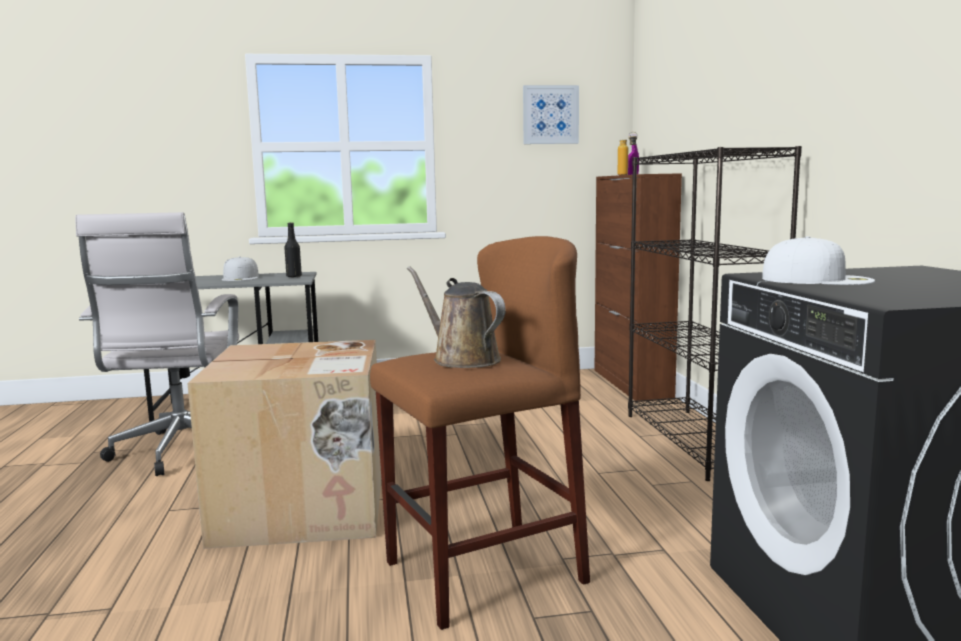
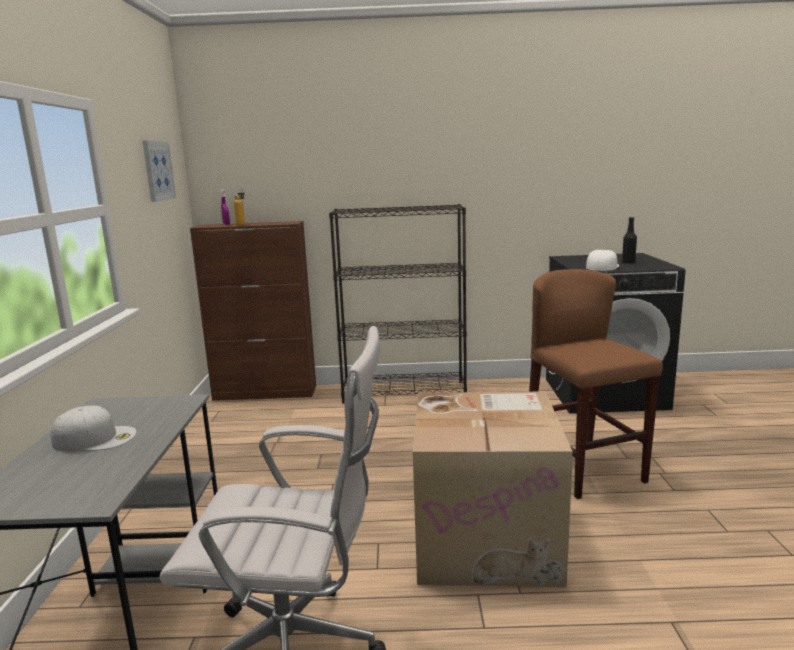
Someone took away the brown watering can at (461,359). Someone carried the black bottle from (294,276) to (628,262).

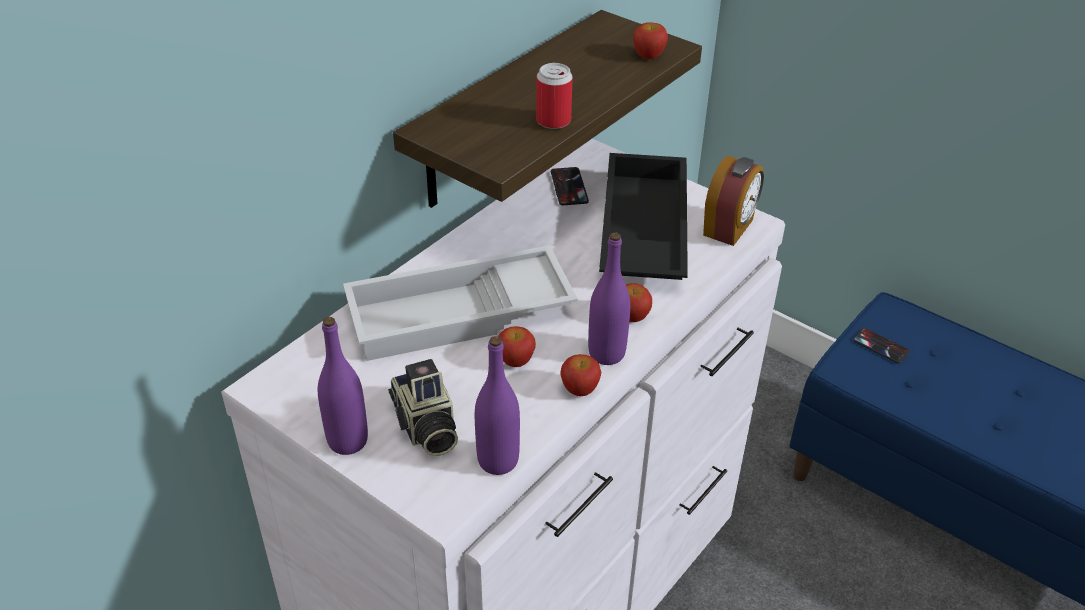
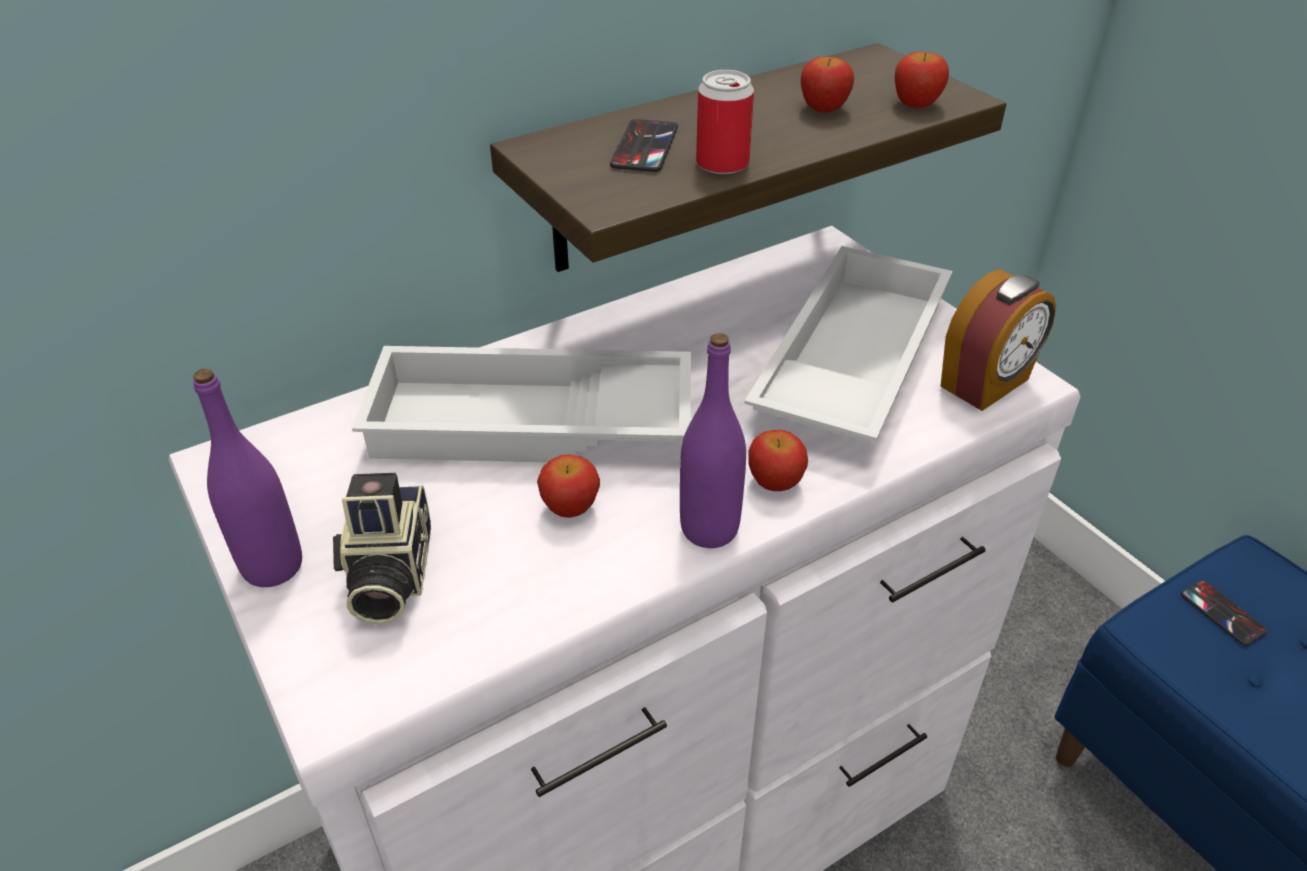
Someone took away the purple bottle at (498,460). Someone carried the phone from (569,187) to (644,147). Someone carried the apple from (579,389) to (823,108). Someone repainted the black tray at (640,230), which became the white tray at (848,360).

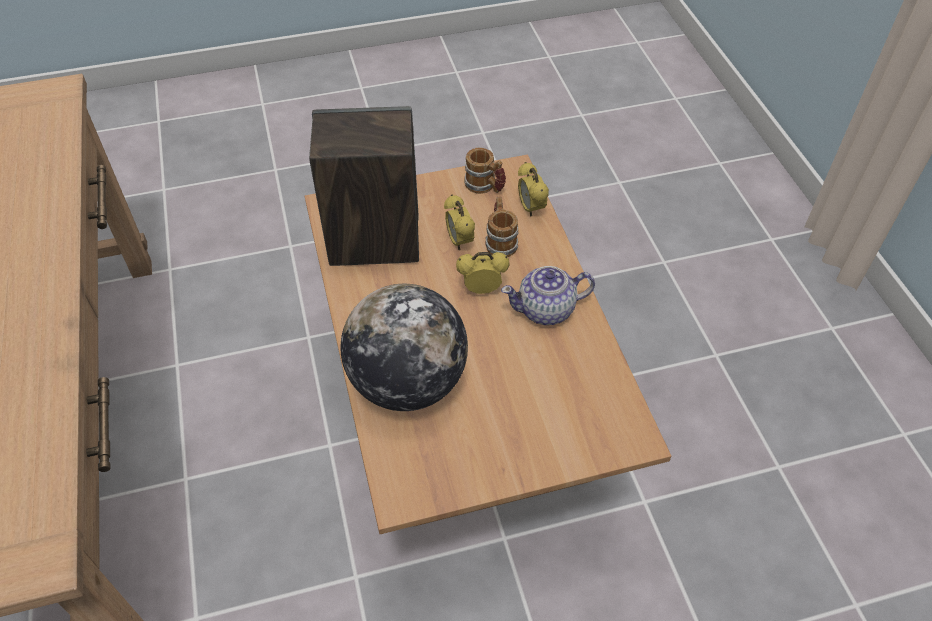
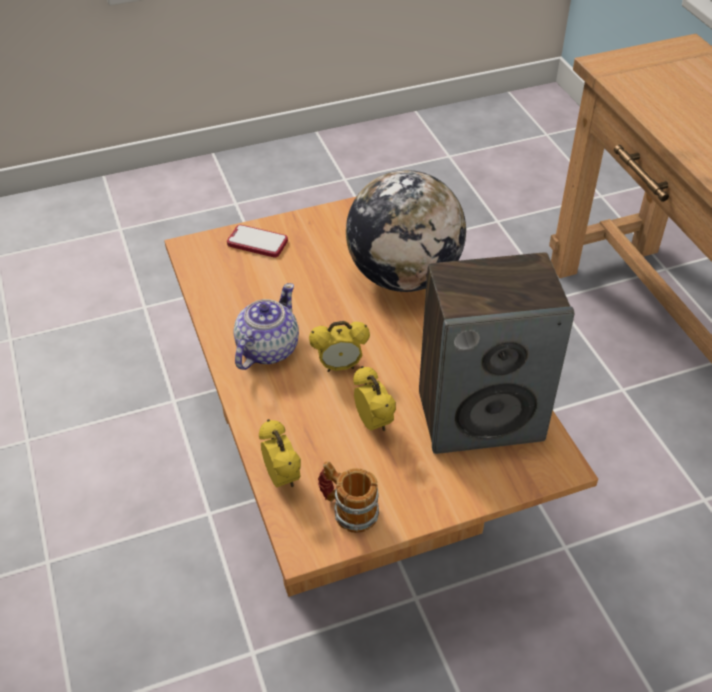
Someone took away the mug at (500,241). Someone put down the phone at (257,242). Someone rotated the teapot at (546,310) by 45 degrees counterclockwise.

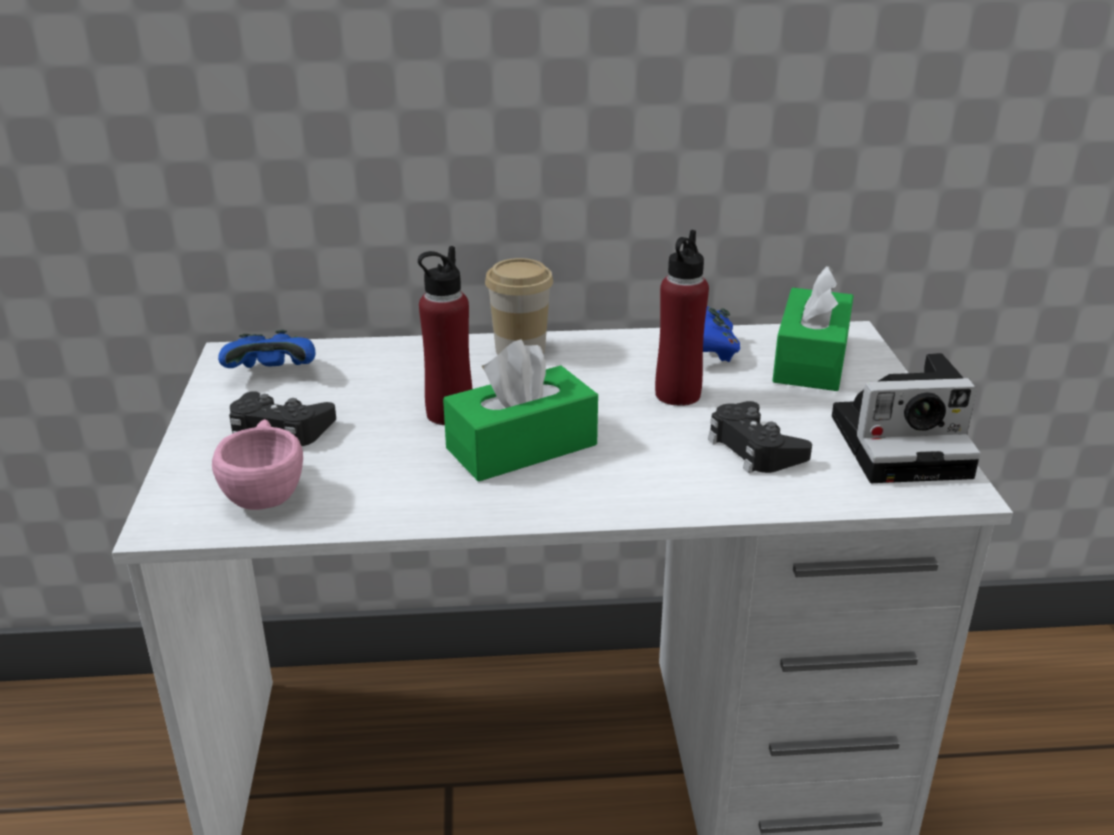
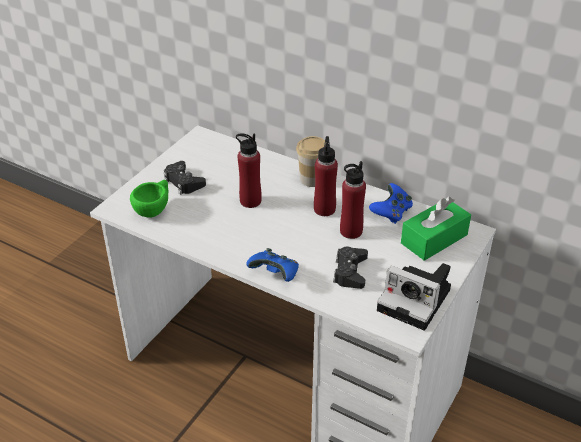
Someone took away the green tissue box at (521,447). Someone put down the red bottle at (324,209). Someone carried the blue game controller from (273,373) to (275,274). Someone repainted the pink cup at (265,492), which became the green cup at (154,209).

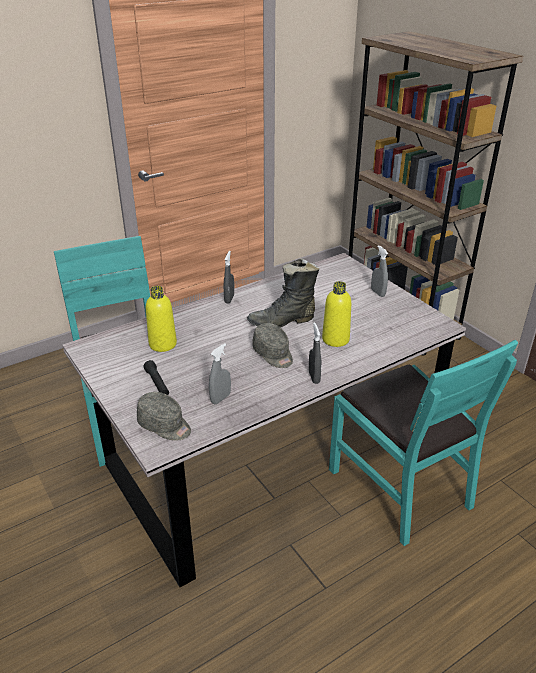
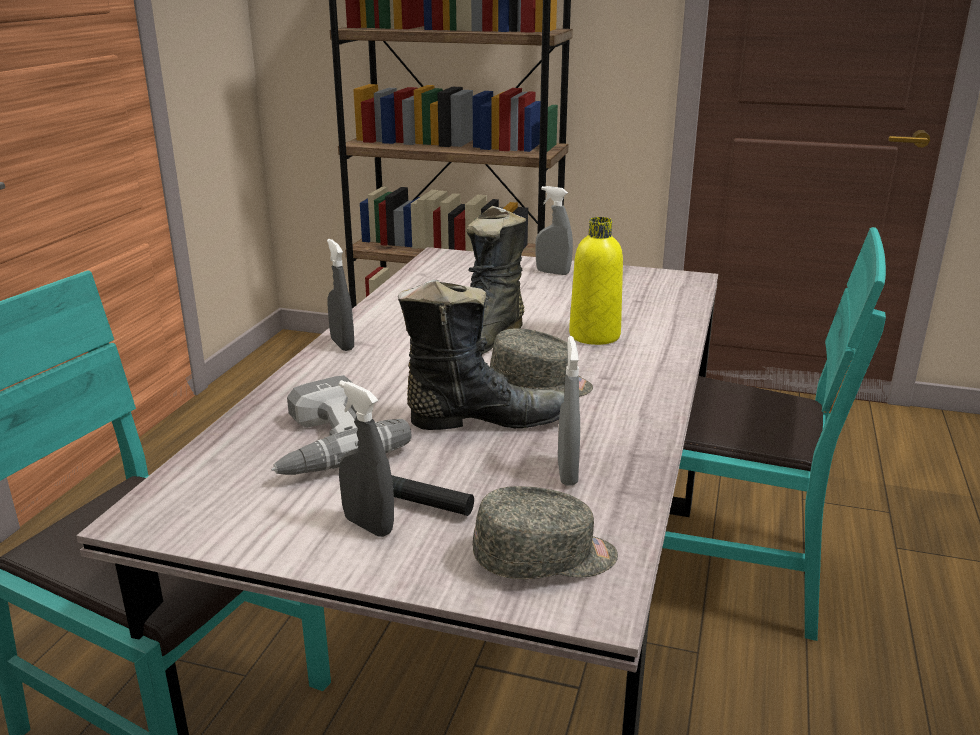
Someone put down the black boot at (485,420). Someone carried the grey spray bottle from (314,377) to (368,525). Someone swapped the yellow bottle at (163,344) for the power drill at (323,444).

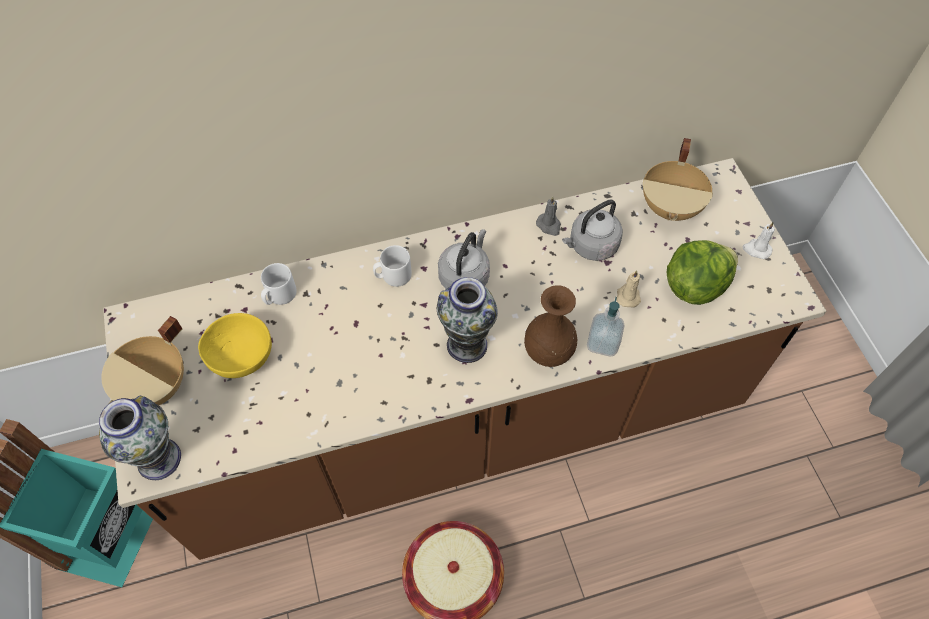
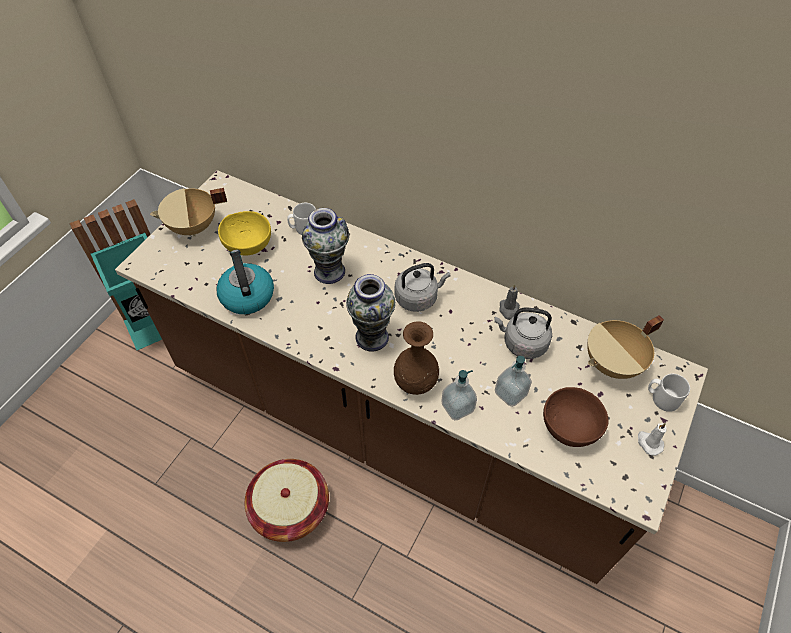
Someone put down the kettle at (247,295). Someone carried the vase from (158,458) to (329,271). Someone carried the white mug from (393,276) to (662,398). Someone swapped the beige candle at (627,296) for the soap dispenser at (510,393). Someone swapped the lettuce at (694,286) for the brown bowl at (568,426).

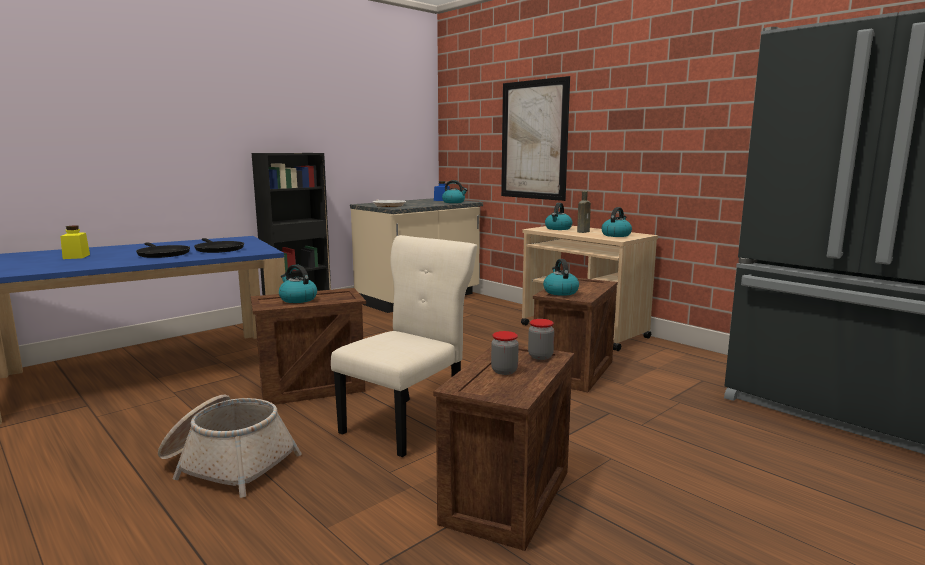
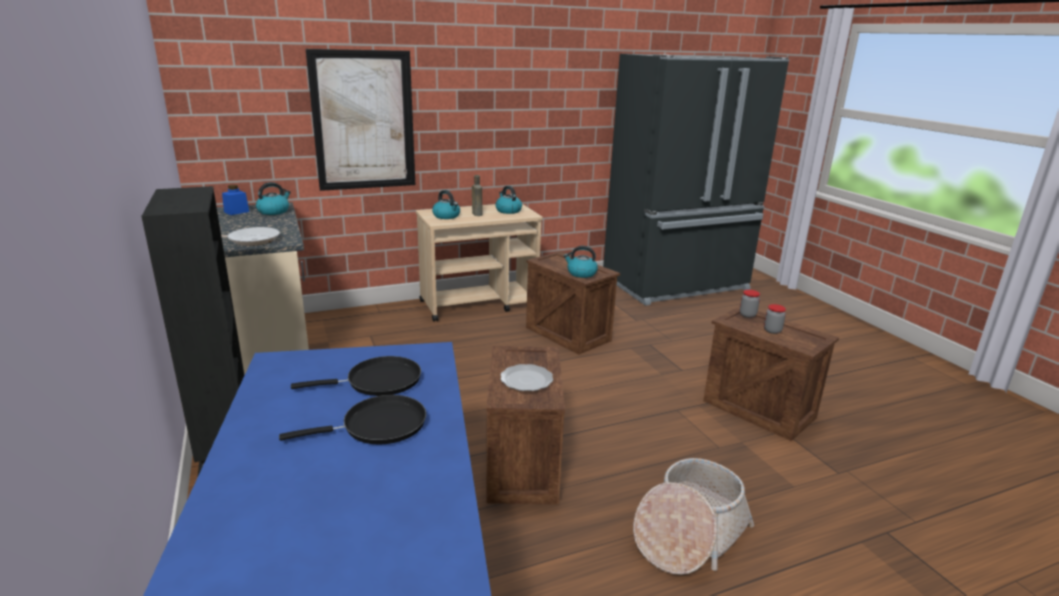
Someone took away the yellow jar at (76,256). Someone took away the beige chair at (408,423). Someone swapped the kettle at (297,299) for the plate at (527,380).

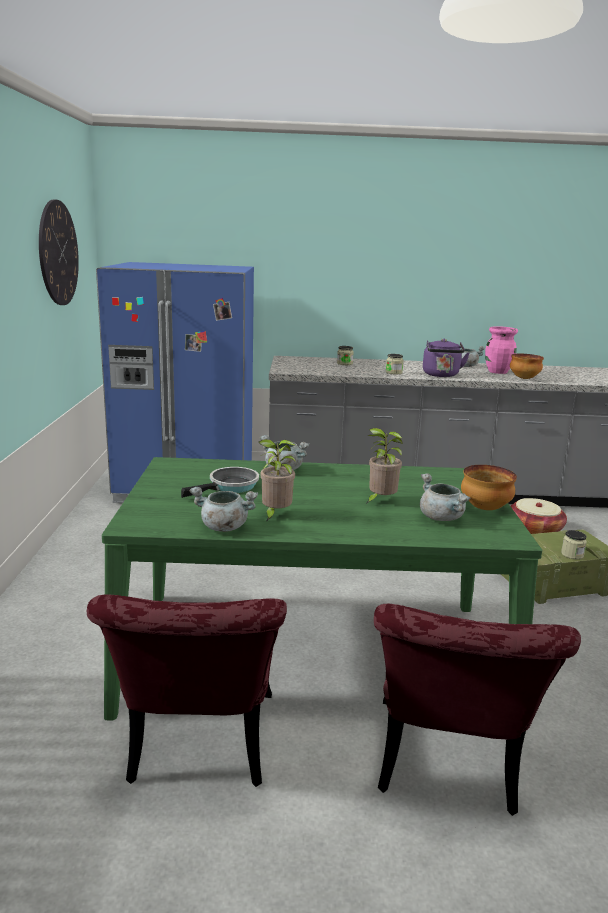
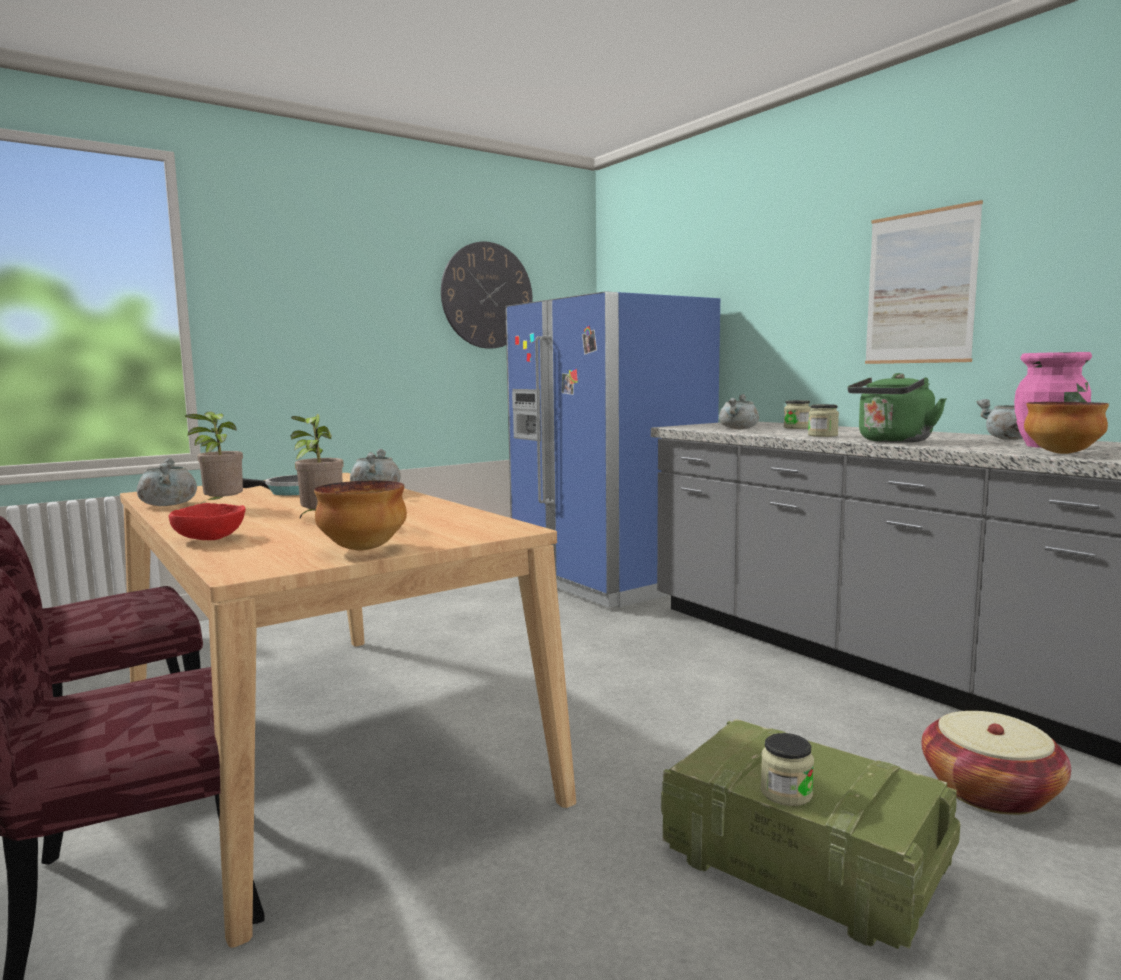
Someone put down the red bowl at (209,539). Someone put up the picture at (920,288). Someone carried the grey cooking pot from (442,518) to (739,429). Someone repainted the green dining table at (312,655), which became the beige dining table at (319,739). Someone repainted the purple kettle at (441,375), which became the green kettle at (892,441).

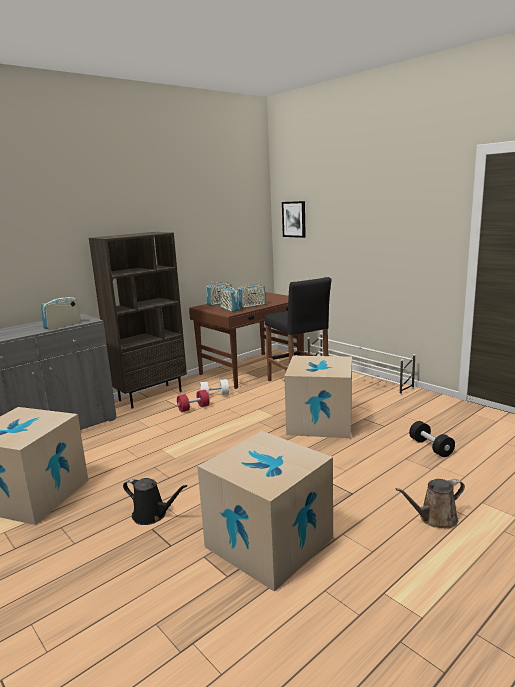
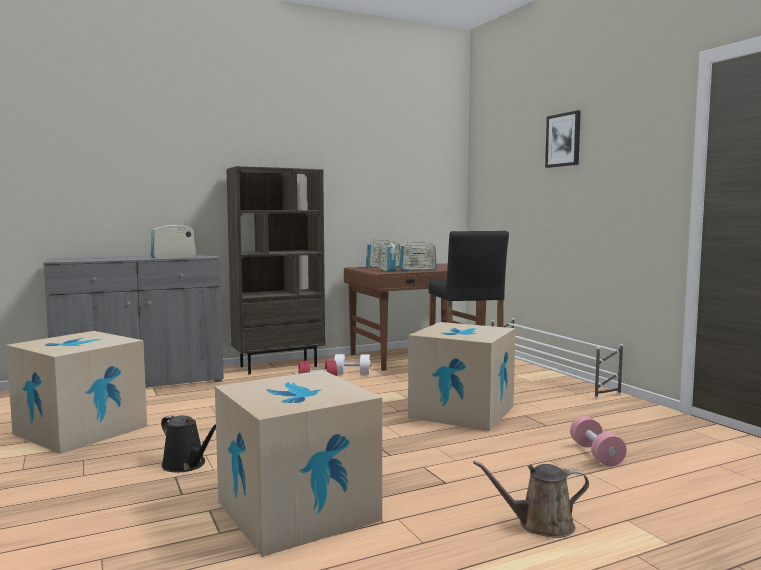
Someone carried the picture from (294,219) to (563,140). Someone repainted the black dumbbell at (431,447), which became the pink dumbbell at (596,454).

